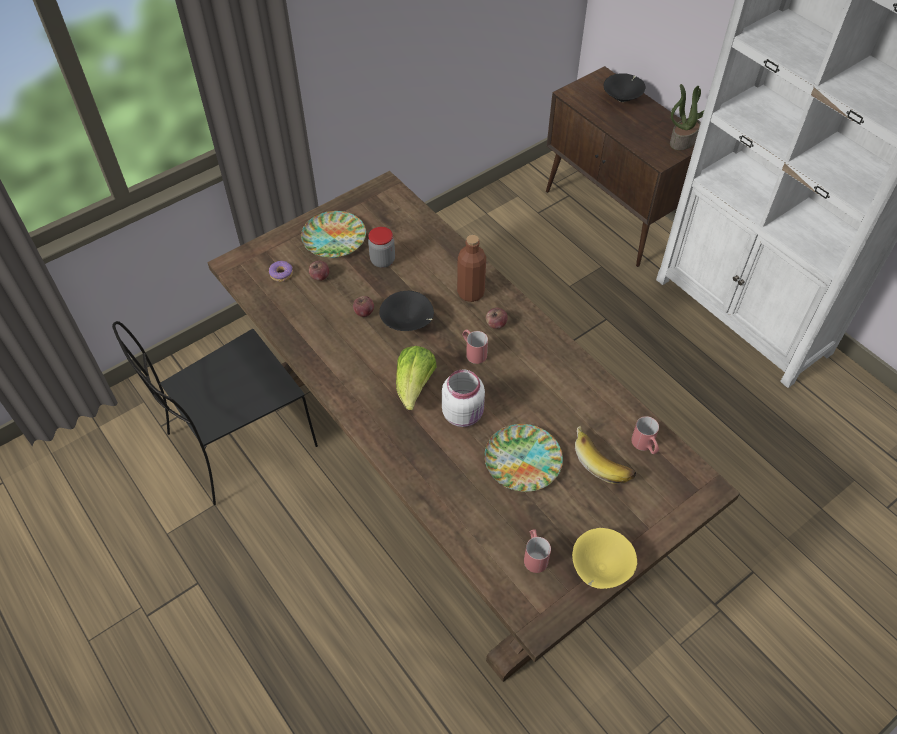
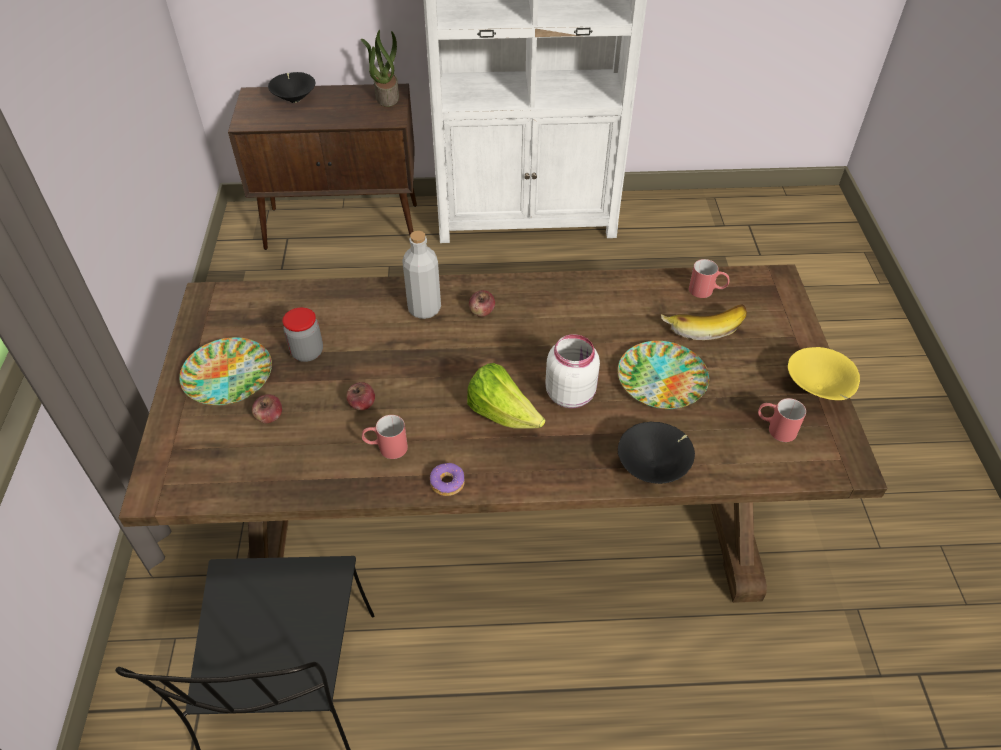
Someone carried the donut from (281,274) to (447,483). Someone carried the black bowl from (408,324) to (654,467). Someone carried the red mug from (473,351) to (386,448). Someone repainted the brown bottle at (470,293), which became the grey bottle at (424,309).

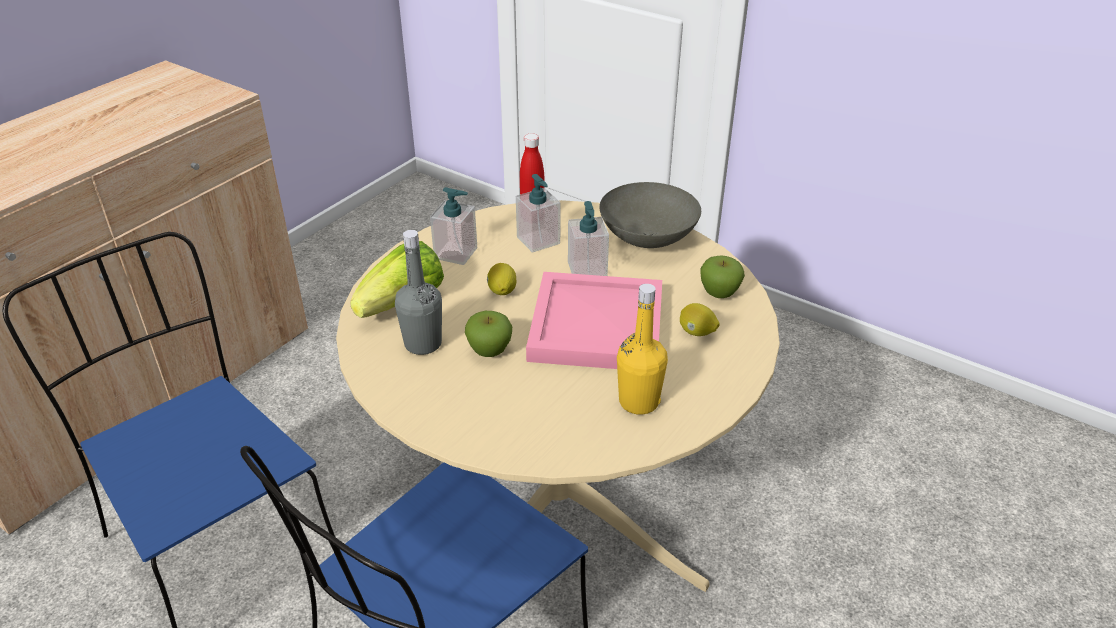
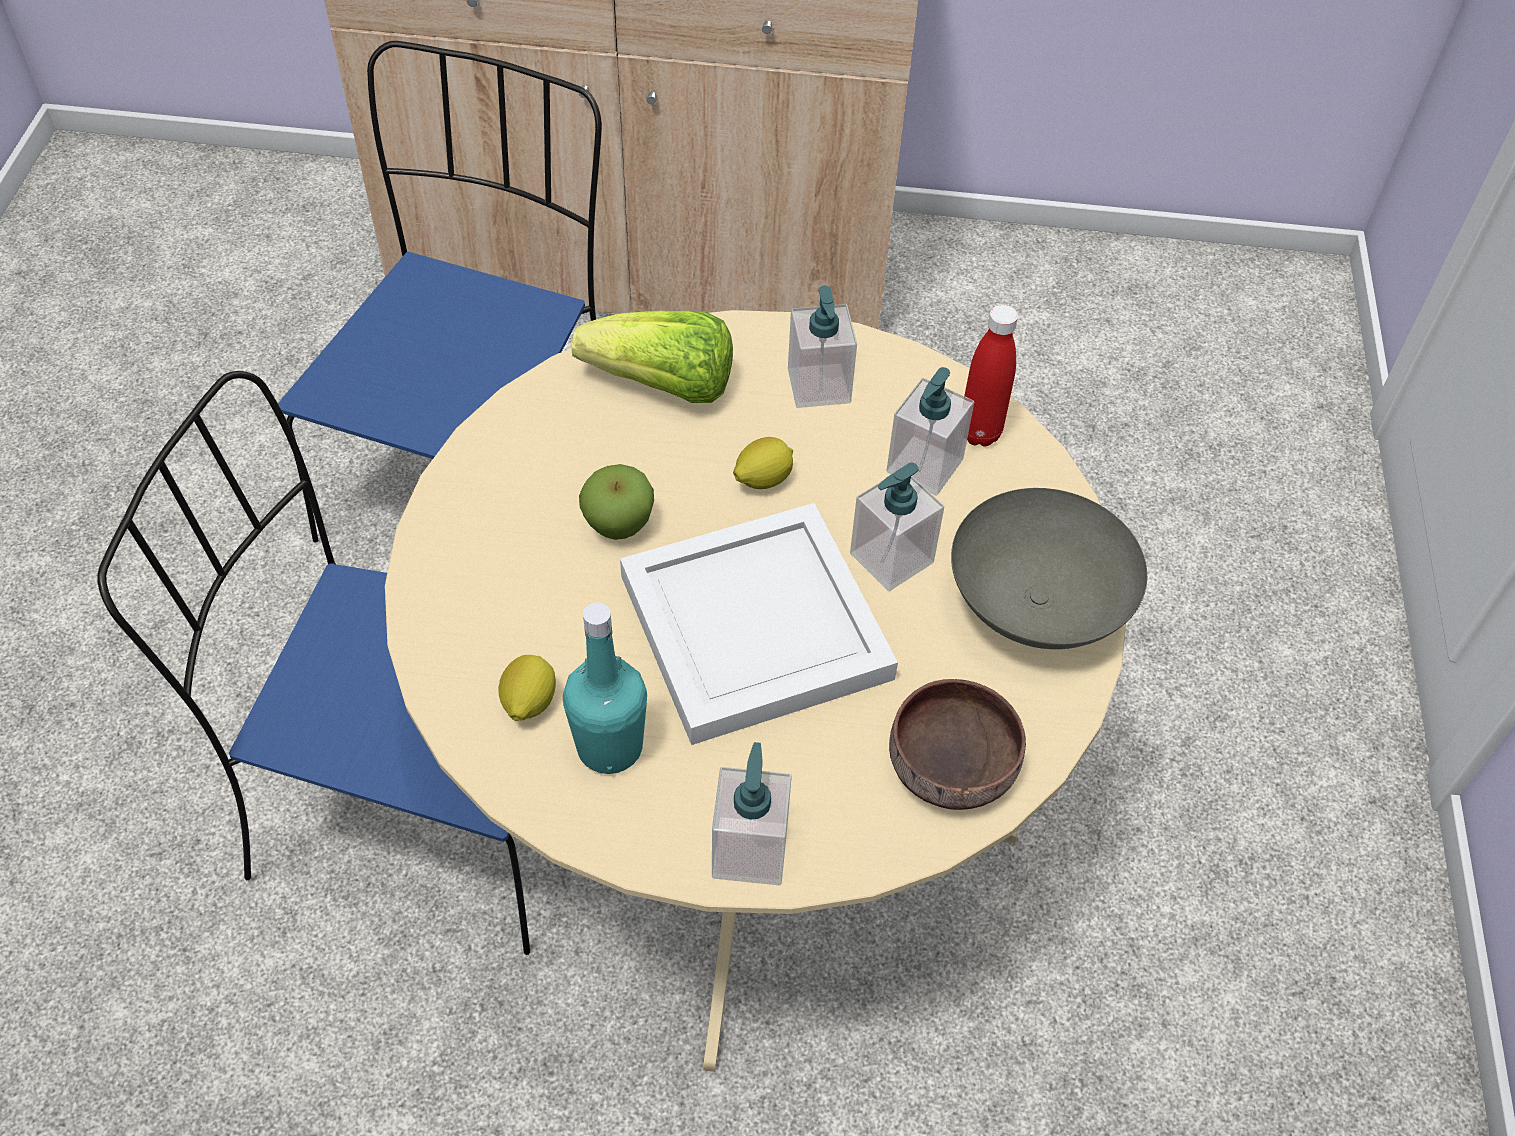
Someone took away the grey bottle at (423,344). Someone put down the soap dispenser at (750,850). Someone carried the lemon from (696,332) to (528,702). Someone swapped the apple at (719,293) for the brown bowl at (952,762). Someone repainted the pink tray at (594,327), which became the white tray at (750,625). Someone repainted the yellow bottle at (638,402), which became the turquoise bottle at (610,747).

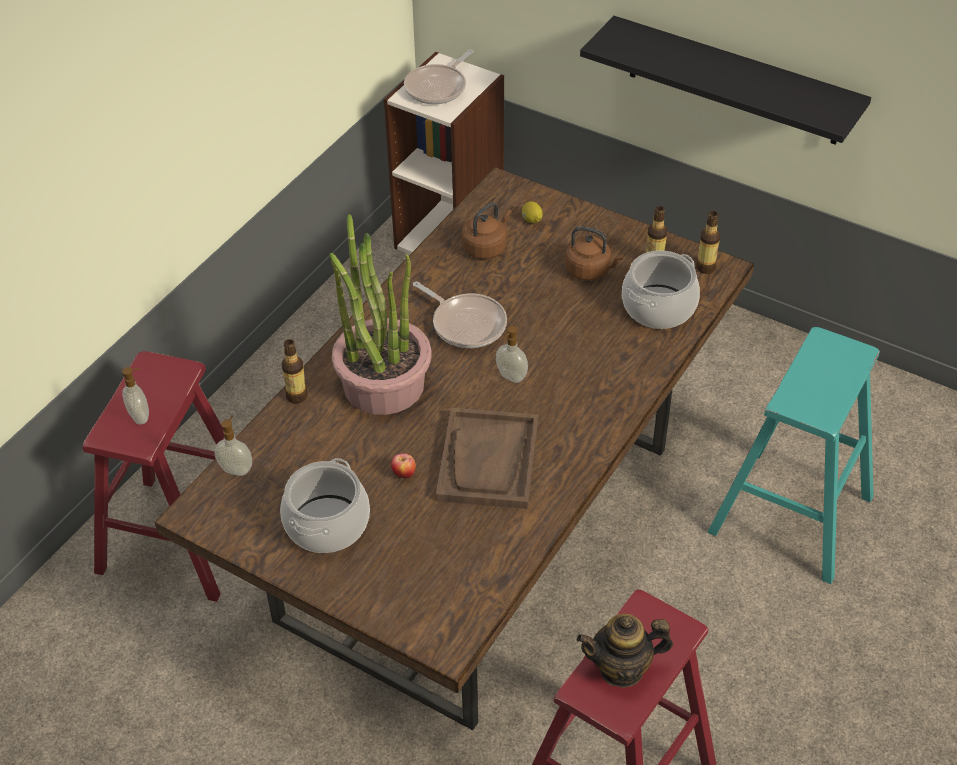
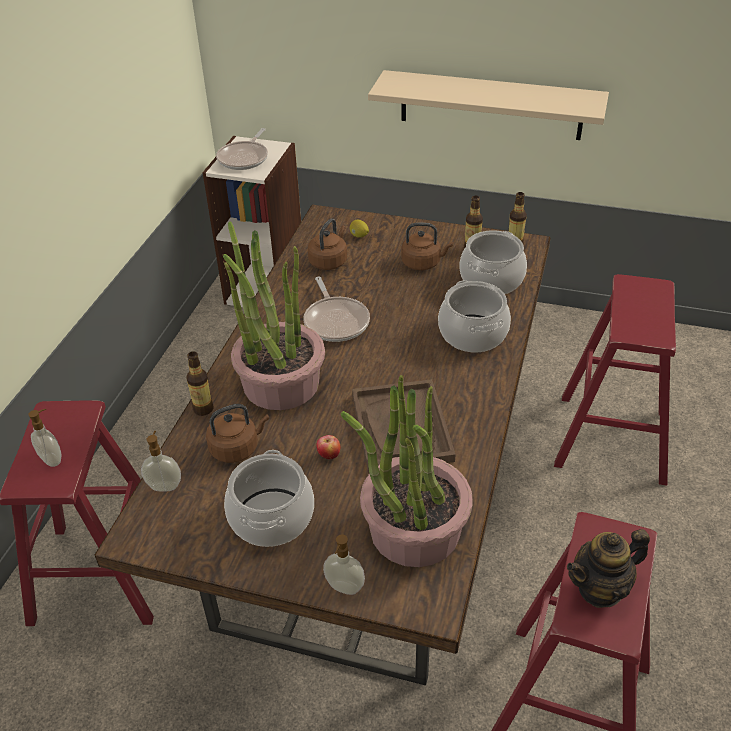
Someone put down the brown kettle at (237,448). Someone put down the potted plant at (413,530). Someone put down the cooking pot at (473,334). Someone carried the soap dispenser from (511,377) to (344,588). Someone repainted the black shelf at (734,81), which became the beige shelf at (491,105). Someone repainted the turquoise stool at (791,514), which became the red stool at (611,438). Someone rotated the frying pan at (466,323) by 45 degrees clockwise.

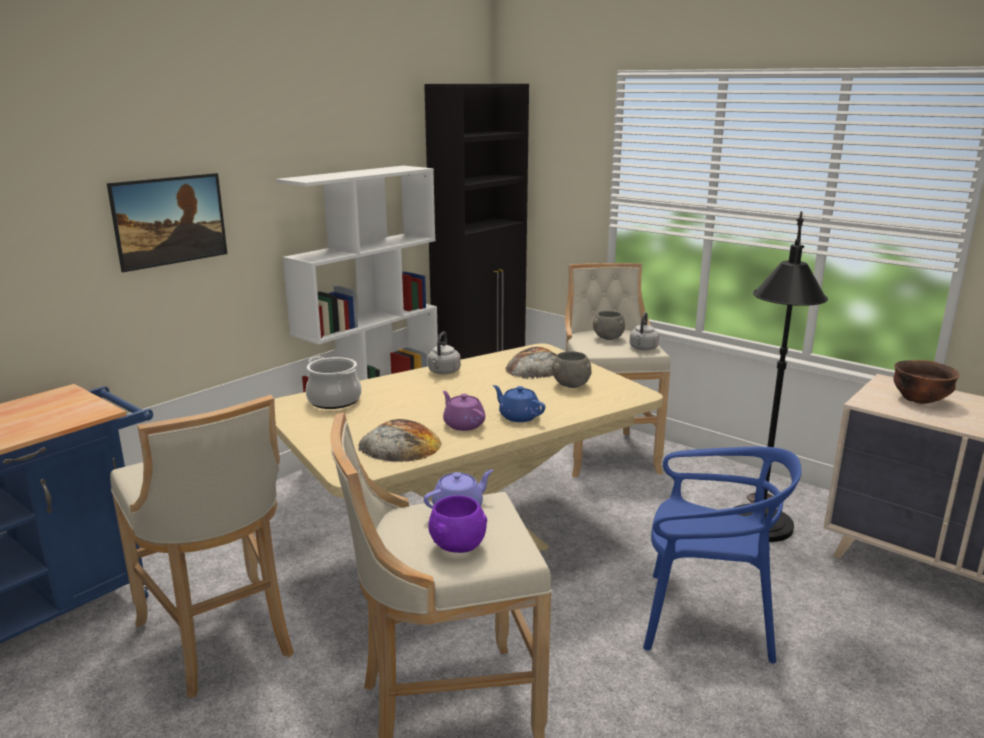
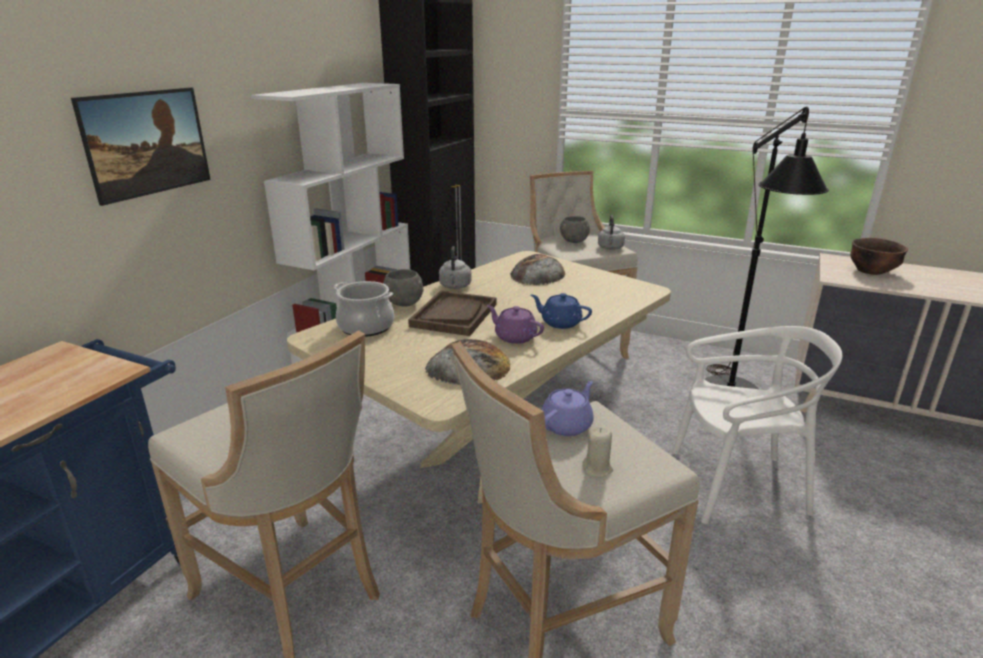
Someone put down the brown tray at (454,315). Someone carried the grey bowl from (570,386) to (403,304). Someone swapped the purple bowl at (457,547) for the beige candle at (597,469). Someone repainted the blue chair at (706,620), which became the white chair at (737,485).

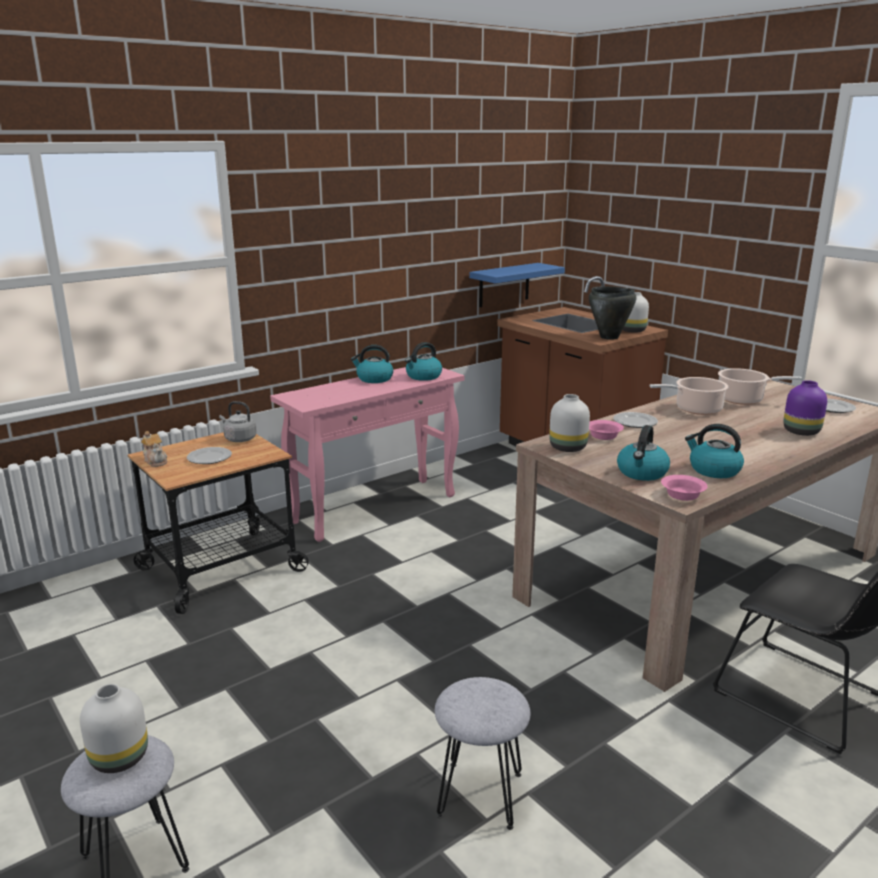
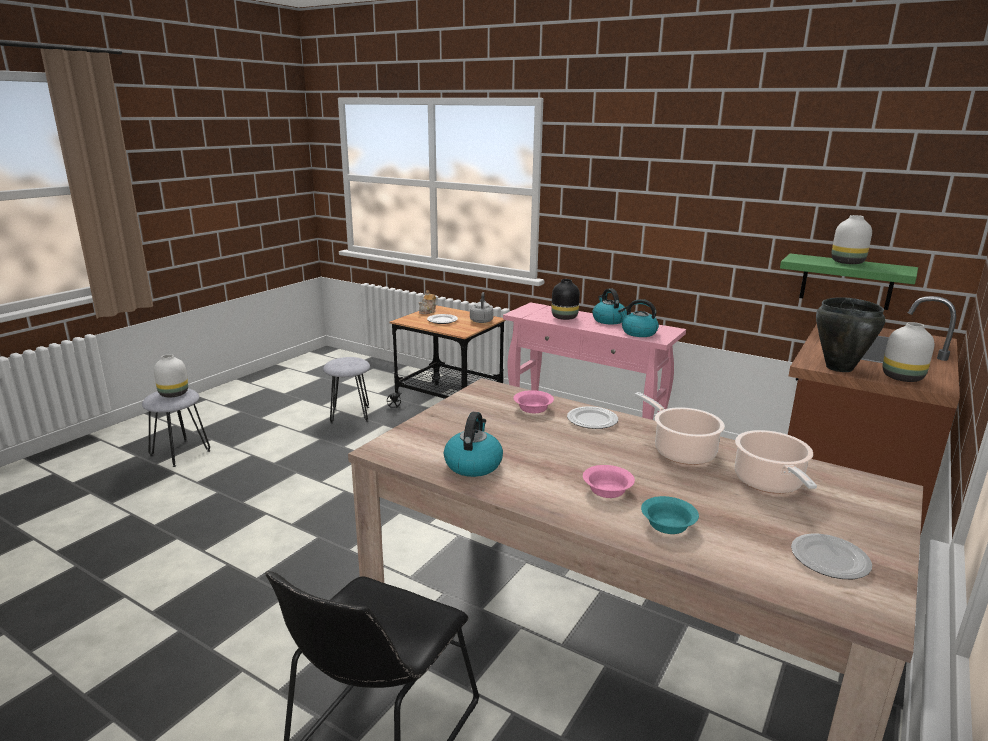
Someone took away the kettle at (642,473). Someone put down the black vase at (563,317). Someone carried the grey stool from (479,794) to (350,414). Someone carried the white vase from (568,448) to (846,262). Someone carried the pink bowl from (682,495) to (608,490). Someone swapped the purple vase at (802,431) for the turquoise bowl at (669,525). Someone repainted the blue shelf at (504,285), which became the green shelf at (846,281).

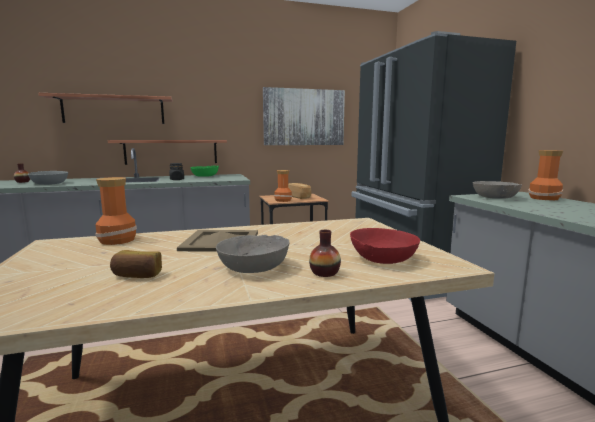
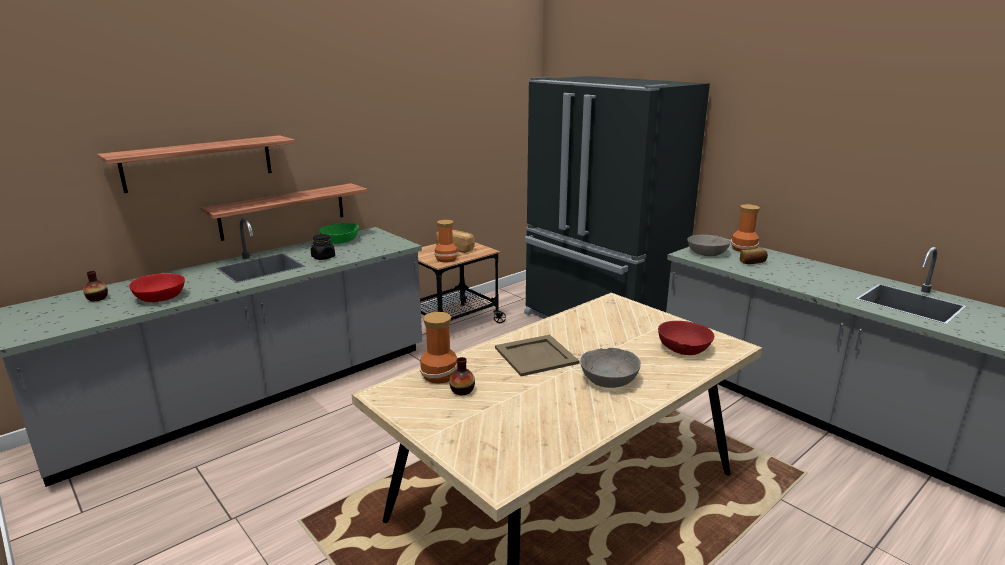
Someone took away the picture at (304,117). Someone carried the bread from (137,275) to (753,262). Someone carried the vase from (324,273) to (462,390). Someone repainted the grey bowl at (50,184), which became the red bowl at (160,297).

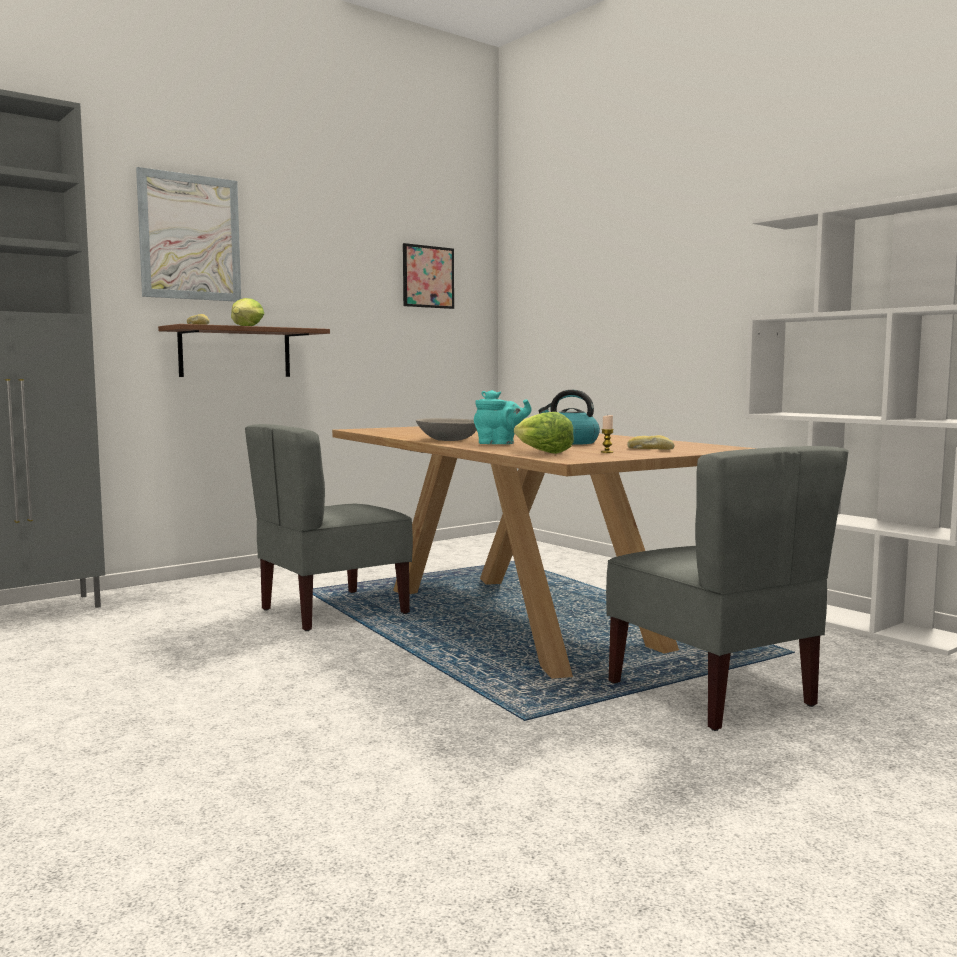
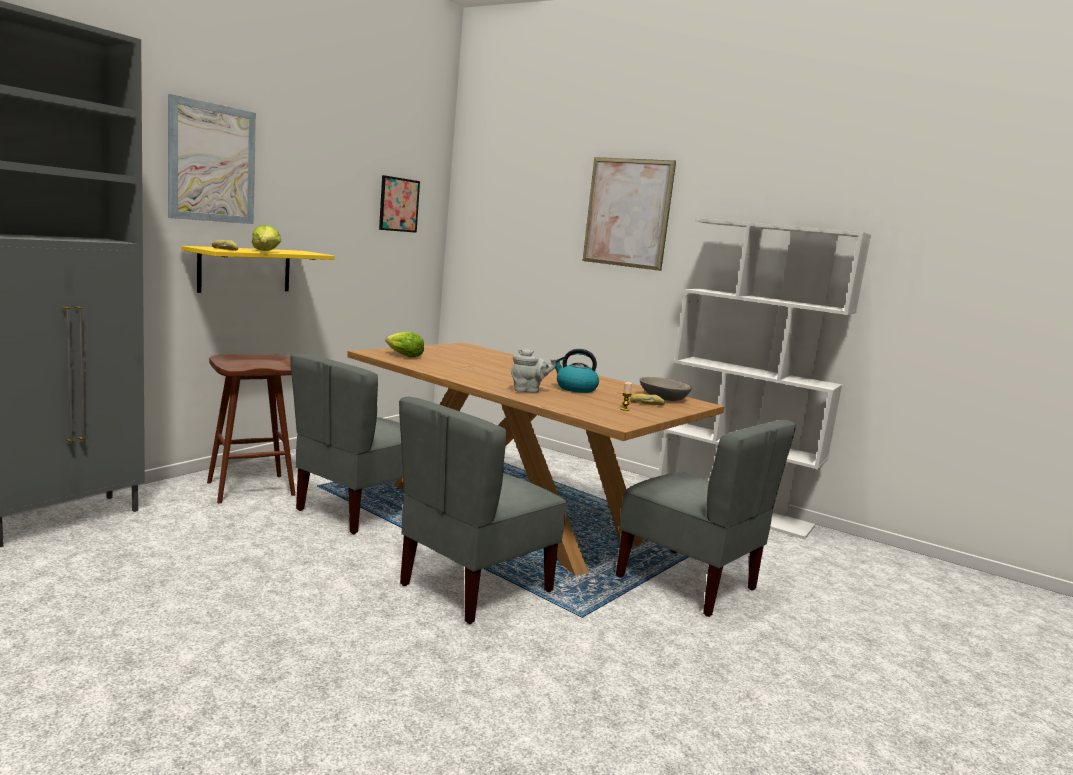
Someone put down the brown stool at (252,488). Someone put down the grey chair at (474,587). Someone put up the picture at (627,213). Someone carried the grey bowl from (448,439) to (663,397). Someone carried the lettuce from (541,452) to (403,356). Someone repainted the brown shelf at (235,352), which became the yellow shelf at (245,270). Someone repainted the turquoise teapot at (499,444), which became the grey teapot at (528,390).

